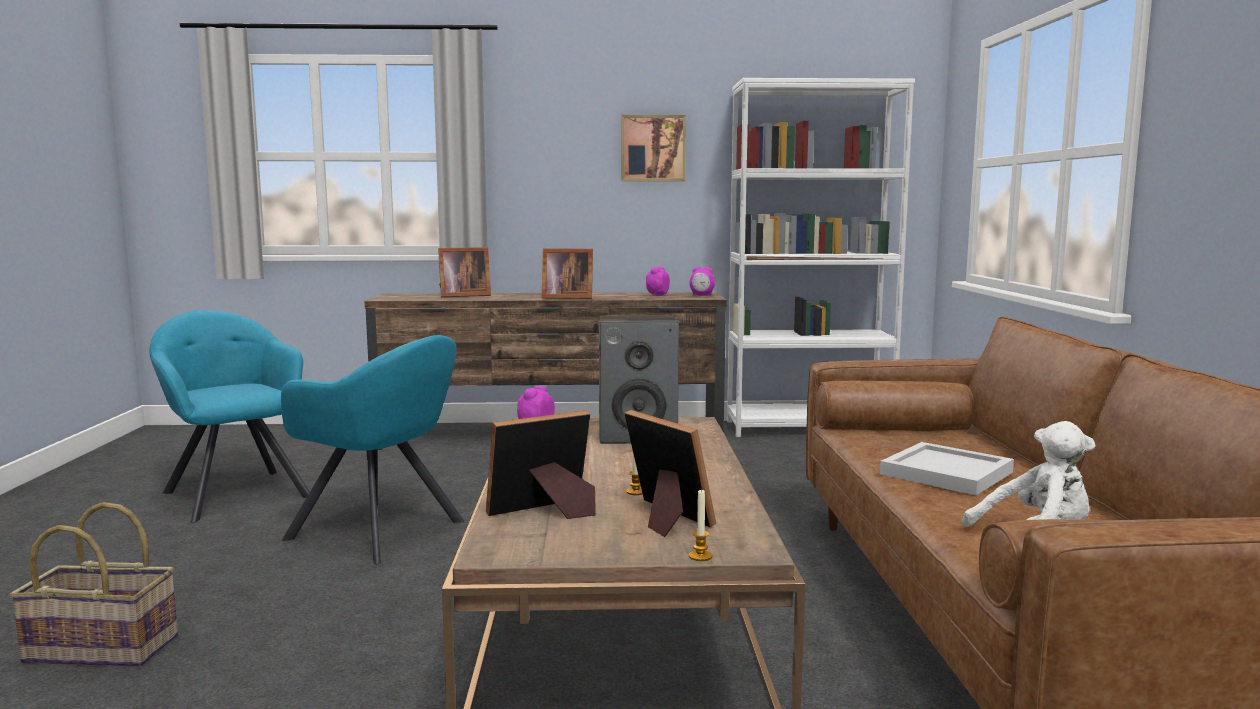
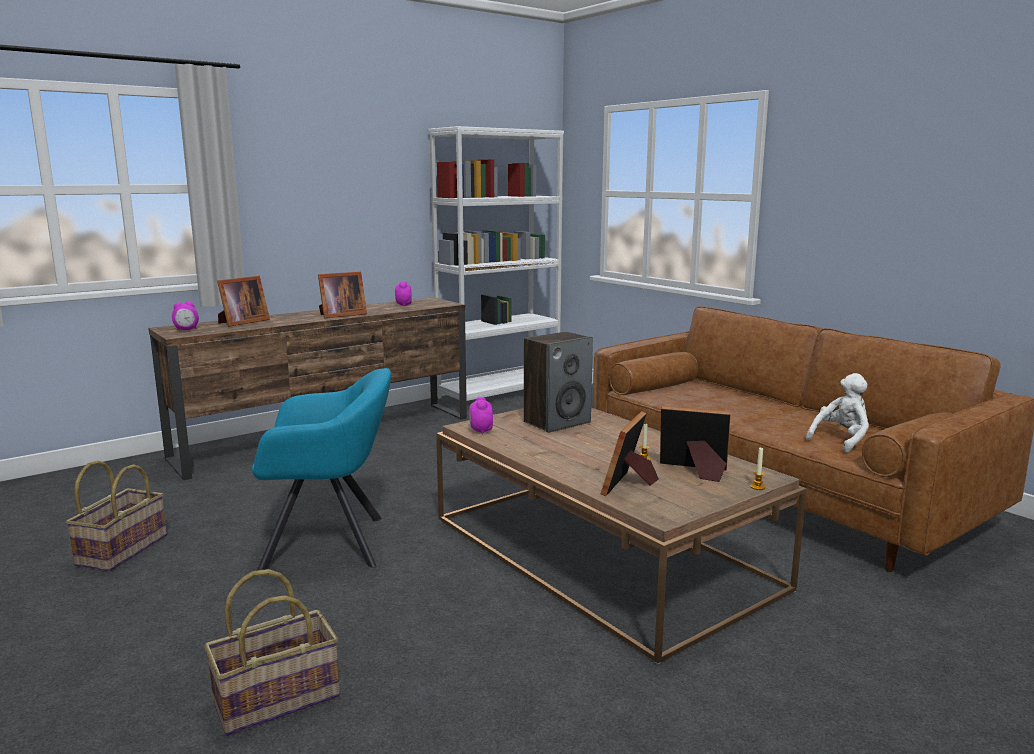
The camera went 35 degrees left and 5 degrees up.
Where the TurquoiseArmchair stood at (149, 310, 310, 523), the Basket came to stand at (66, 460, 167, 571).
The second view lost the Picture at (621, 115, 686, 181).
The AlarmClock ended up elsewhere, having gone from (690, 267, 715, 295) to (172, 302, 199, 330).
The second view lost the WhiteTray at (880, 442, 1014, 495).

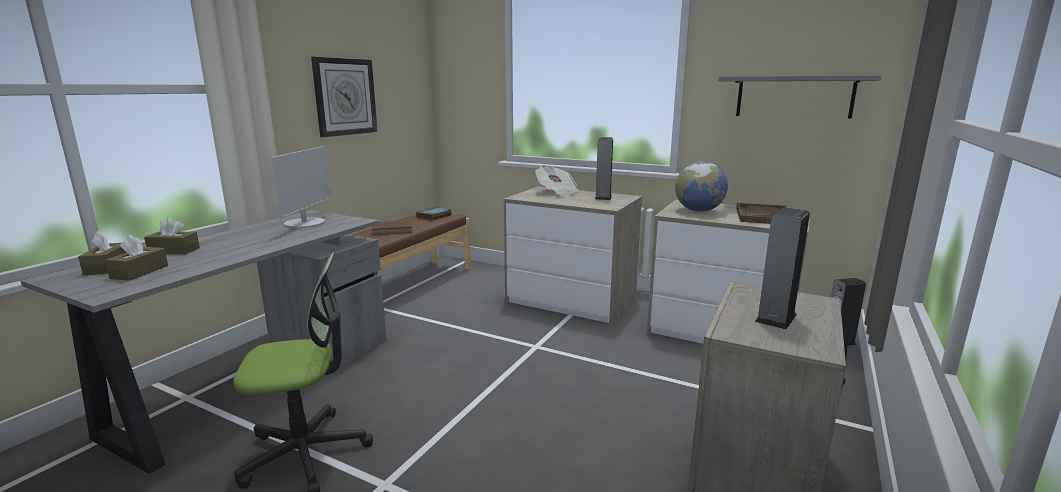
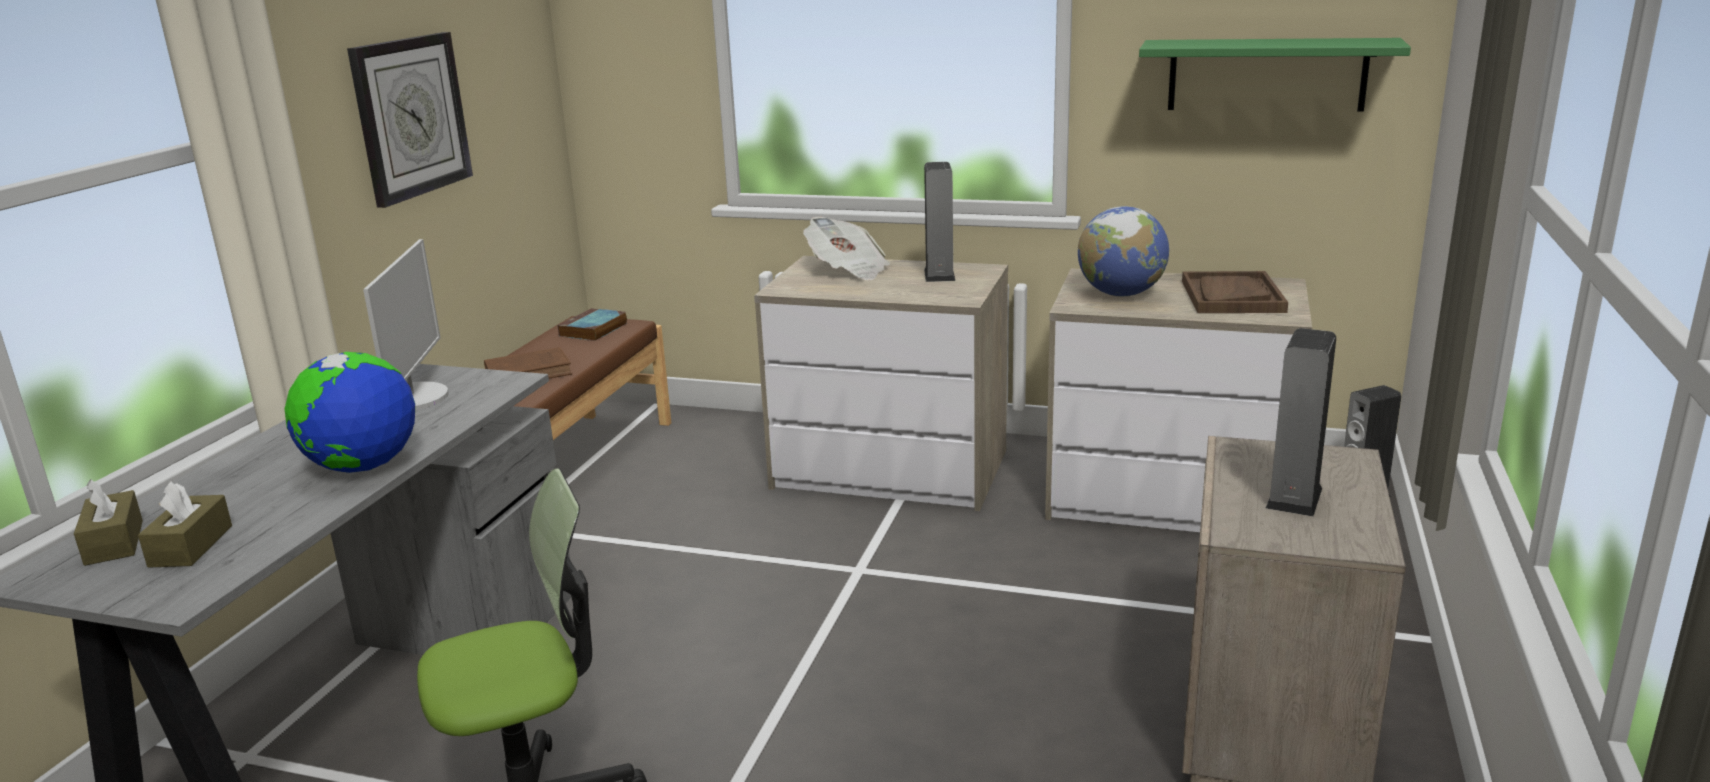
The camera went 10 degrees left and 5 degrees up.
The second view lost the BrownTissueBox at (144, 218, 200, 254).
What was the GreyShelf at (718, 75, 882, 119) turned into the GreenShelf at (1139, 38, 1411, 111).
The second view gained the Globe at (285, 352, 415, 473).

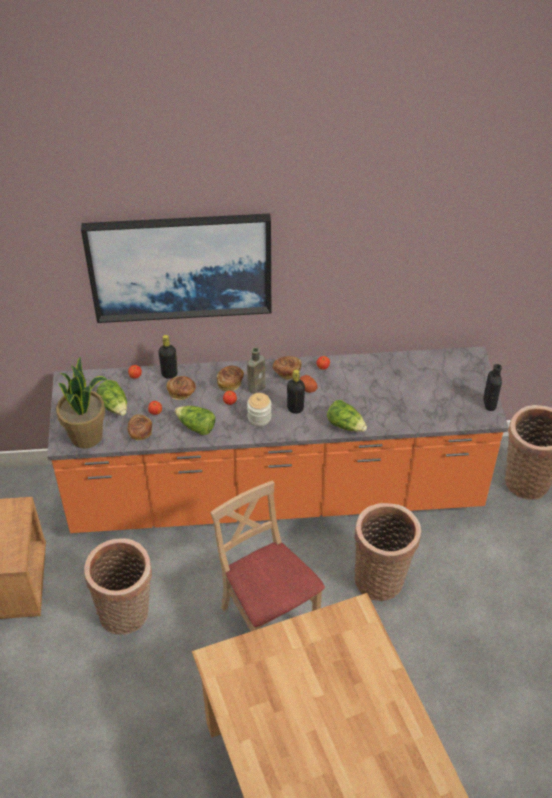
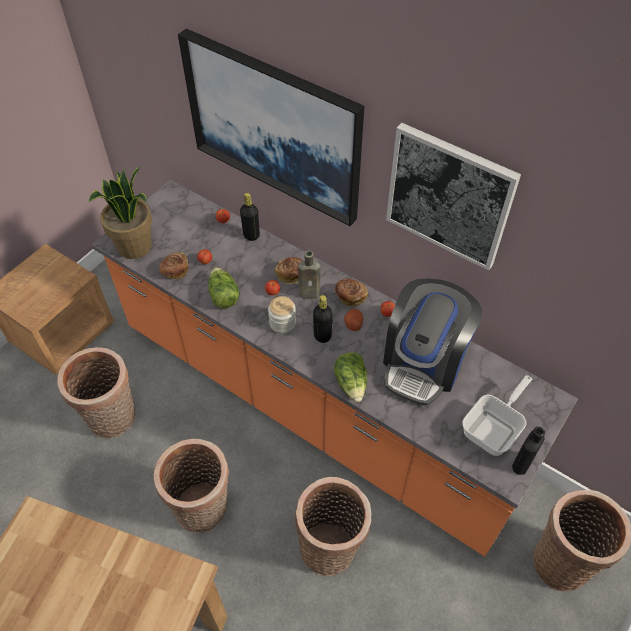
The camera went 40 degrees right and 5 degrees up.
The second view lost the Lettuce at (96, 380, 127, 416).
The second view lost the Bread at (166, 376, 196, 400).
Where the BeigeChair stood at (210, 481, 325, 631), the Basket came to stand at (154, 439, 229, 533).
The second view gained the CoffeeMachine at (383, 279, 482, 406).
The second view gained the Picture at (386, 123, 521, 271).
The second view gained the FryingPan at (462, 375, 532, 456).

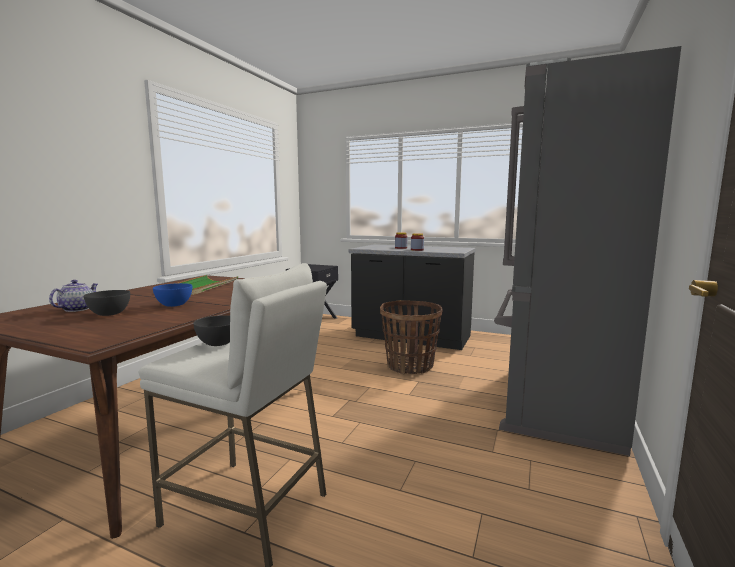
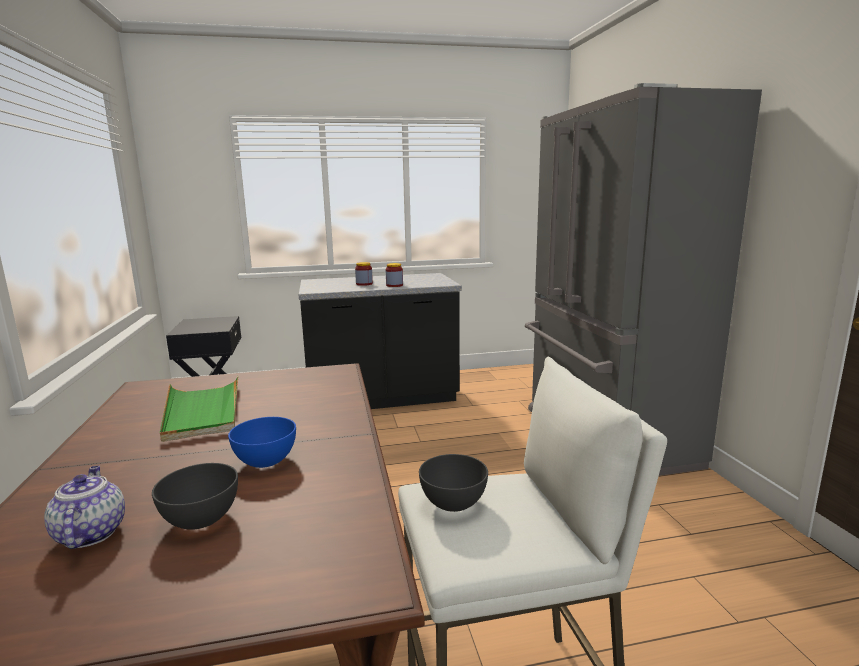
The camera went 35 degrees left and 5 degrees up.
The second view lost the Basket at (380, 300, 442, 375).

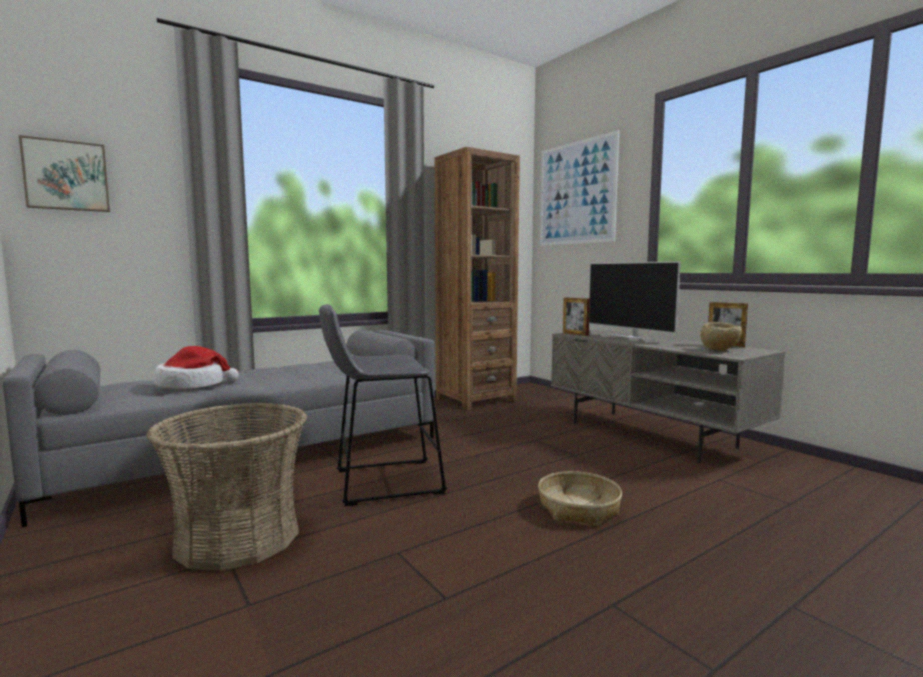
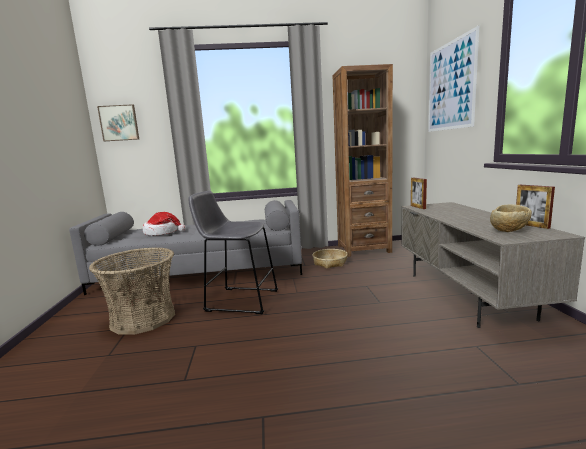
The camera went 30 degrees right and 5 degrees up.
The Basket ended up elsewhere, having gone from (538, 471, 622, 526) to (312, 249, 348, 268).
The second view lost the Television at (589, 261, 681, 341).

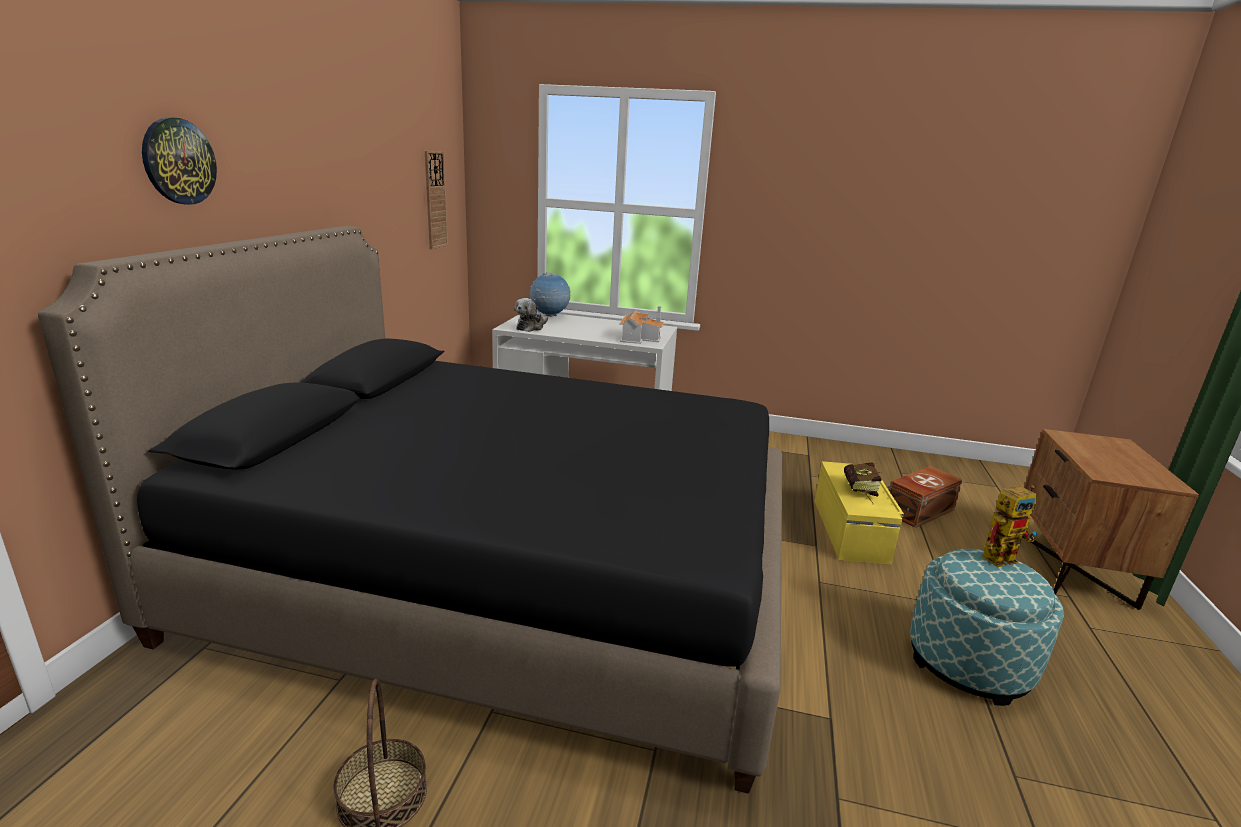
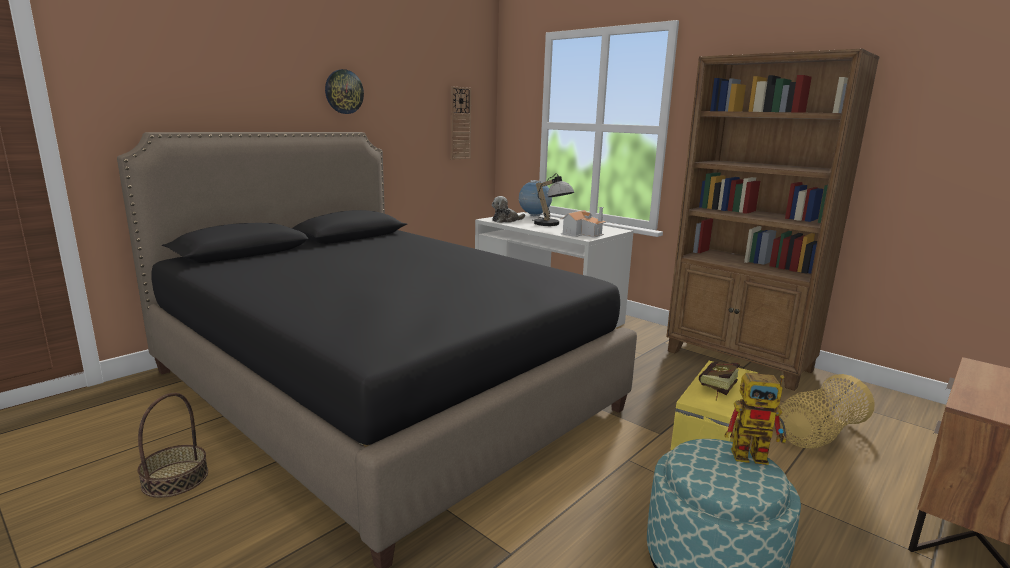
The camera went 30 degrees right and 5 degrees down.
The WallClock ended up elsewhere, having gone from (142, 117, 217, 205) to (325, 69, 364, 114).
Where the BrownStorageBox stood at (889, 466, 963, 528), the Basket came to stand at (780, 374, 875, 449).
The second view gained the TableLamp at (533, 173, 574, 226).
The second view gained the BrownBookcase at (666, 49, 879, 391).

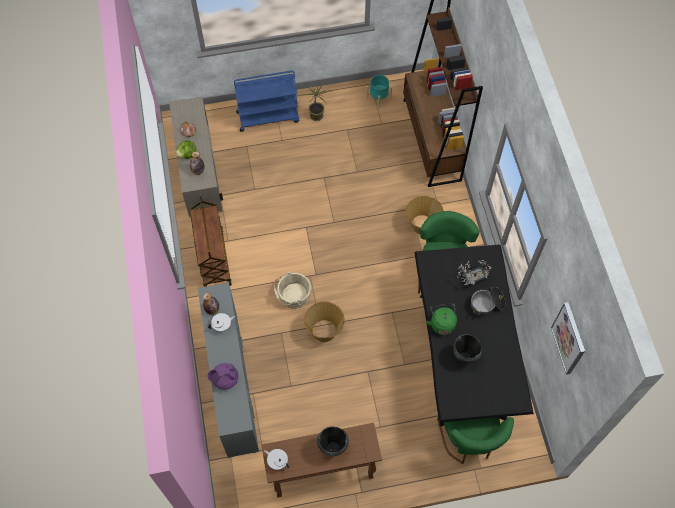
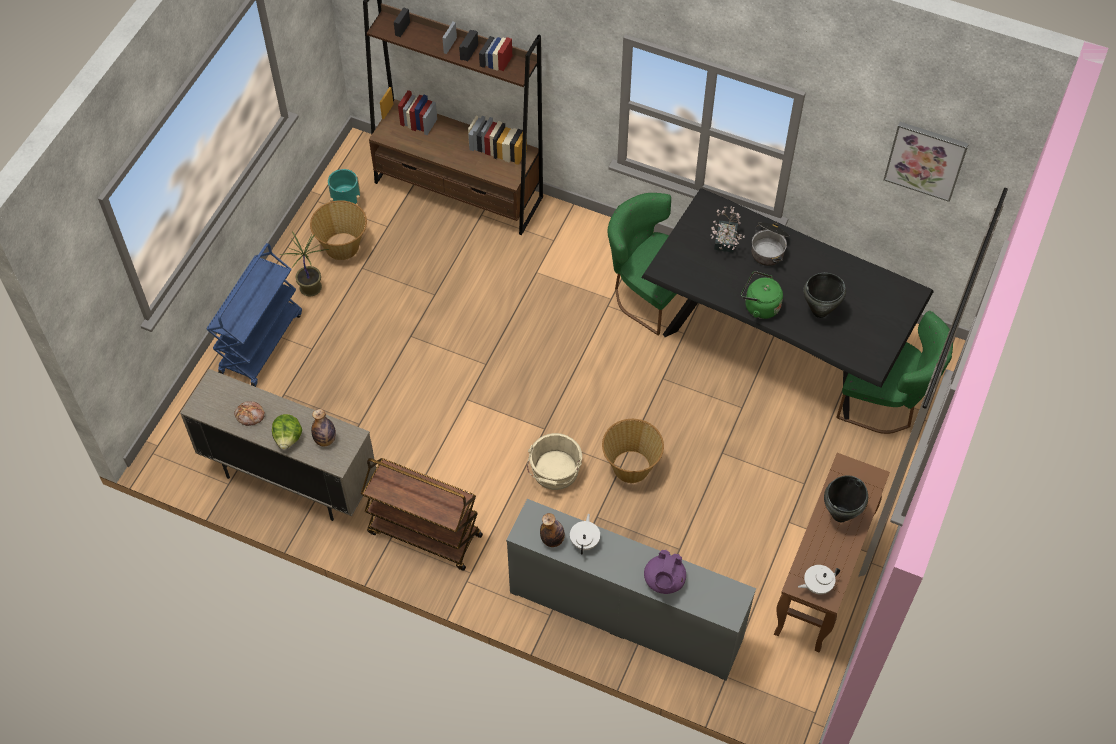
The camera went 55 degrees left and 5 degrees down.
The Basket ended up elsewhere, having gone from (406, 196, 444, 234) to (310, 200, 367, 260).

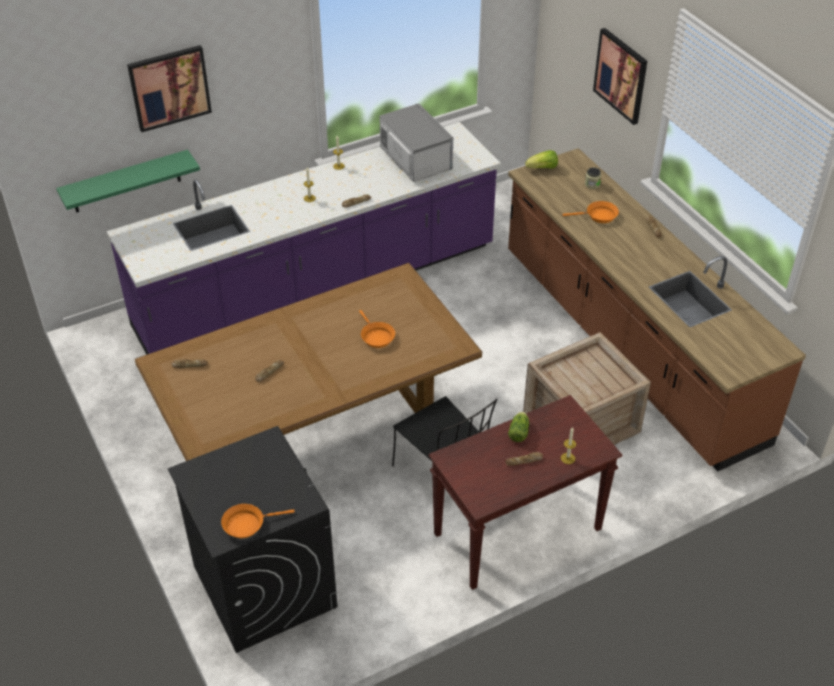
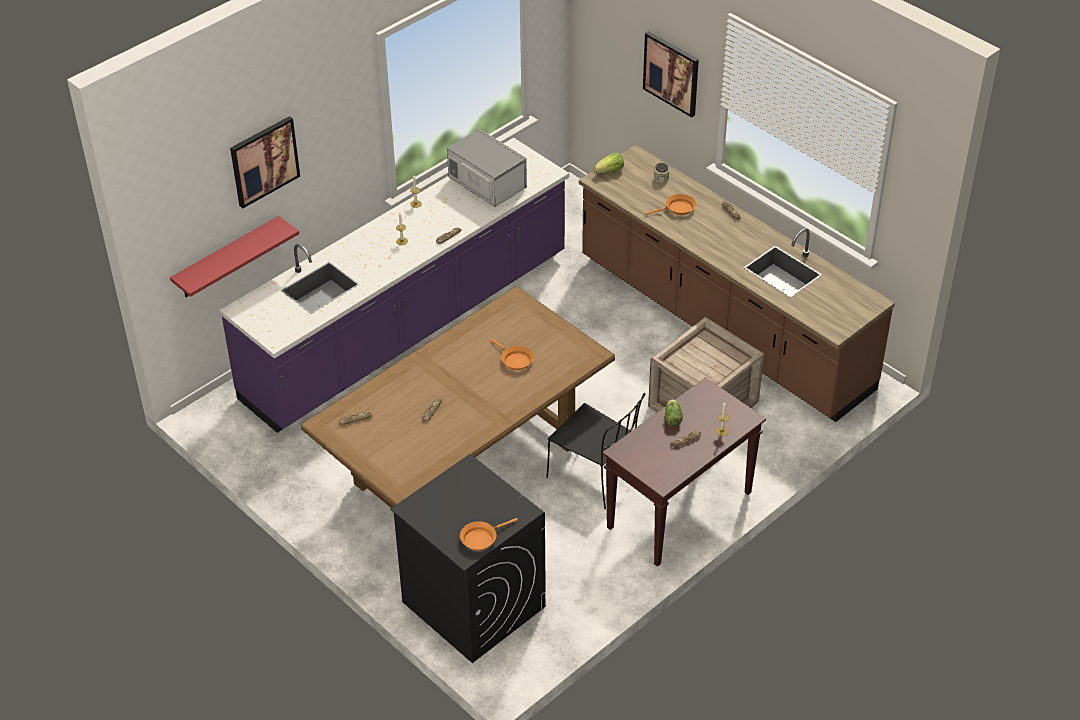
The camera went 15 degrees left and 0 degrees up.
What was the GreenShelf at (56, 150, 200, 213) turned into the RedShelf at (170, 216, 299, 297).

